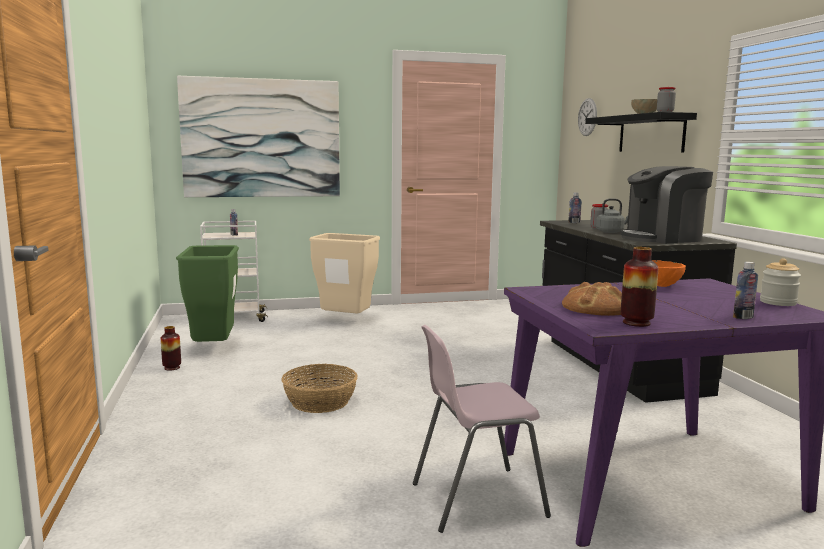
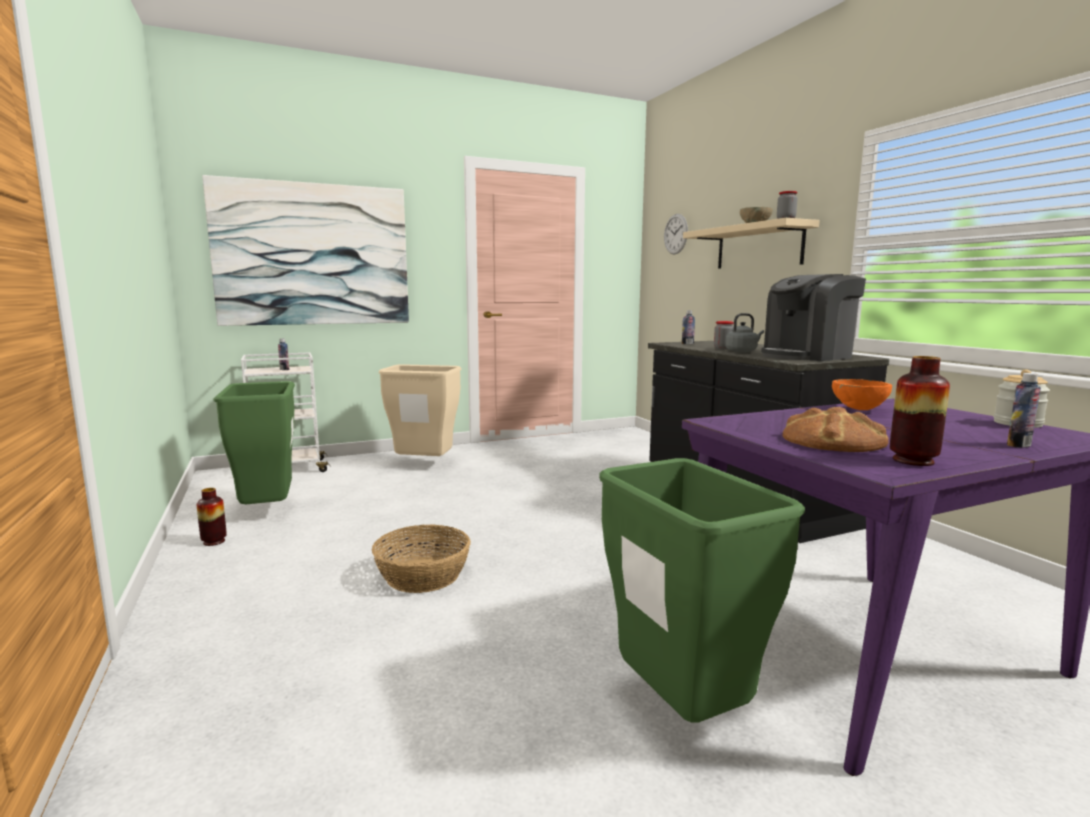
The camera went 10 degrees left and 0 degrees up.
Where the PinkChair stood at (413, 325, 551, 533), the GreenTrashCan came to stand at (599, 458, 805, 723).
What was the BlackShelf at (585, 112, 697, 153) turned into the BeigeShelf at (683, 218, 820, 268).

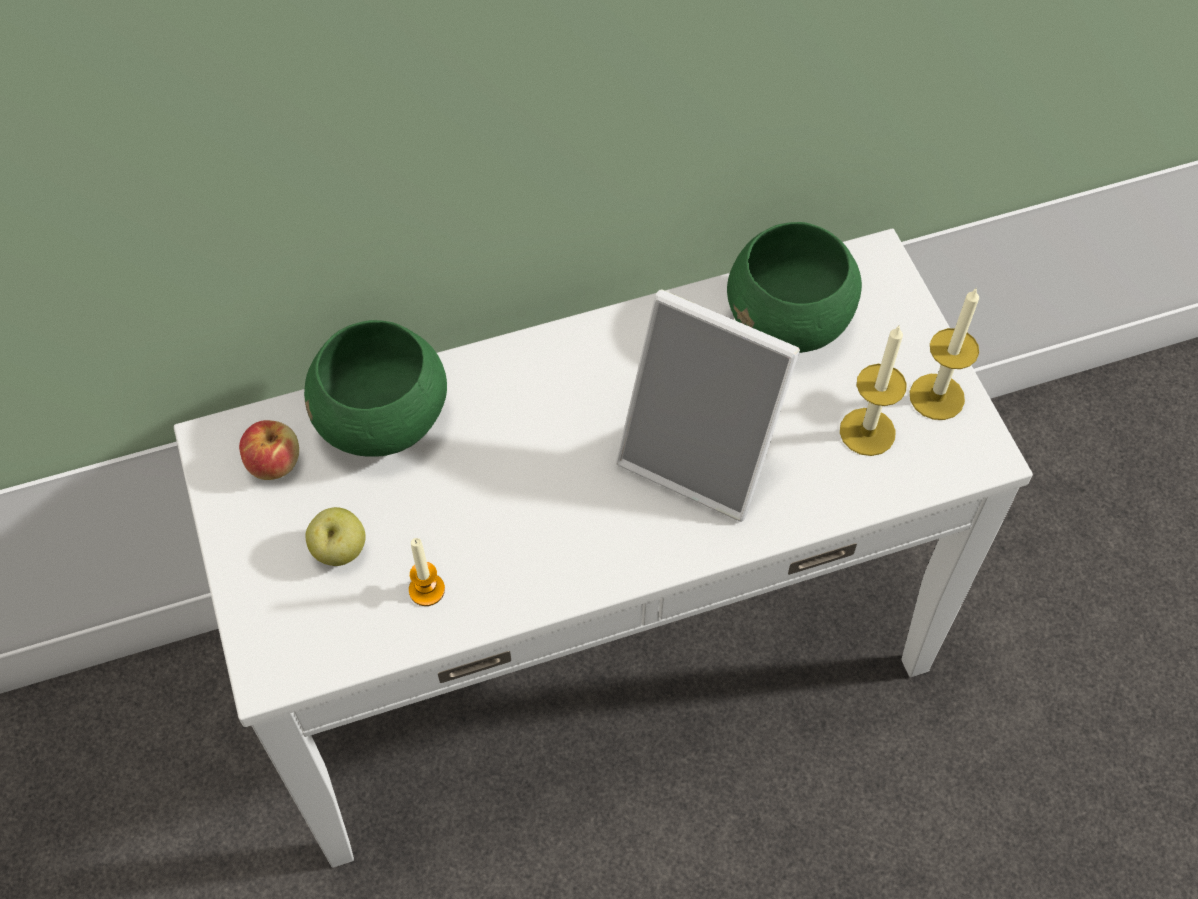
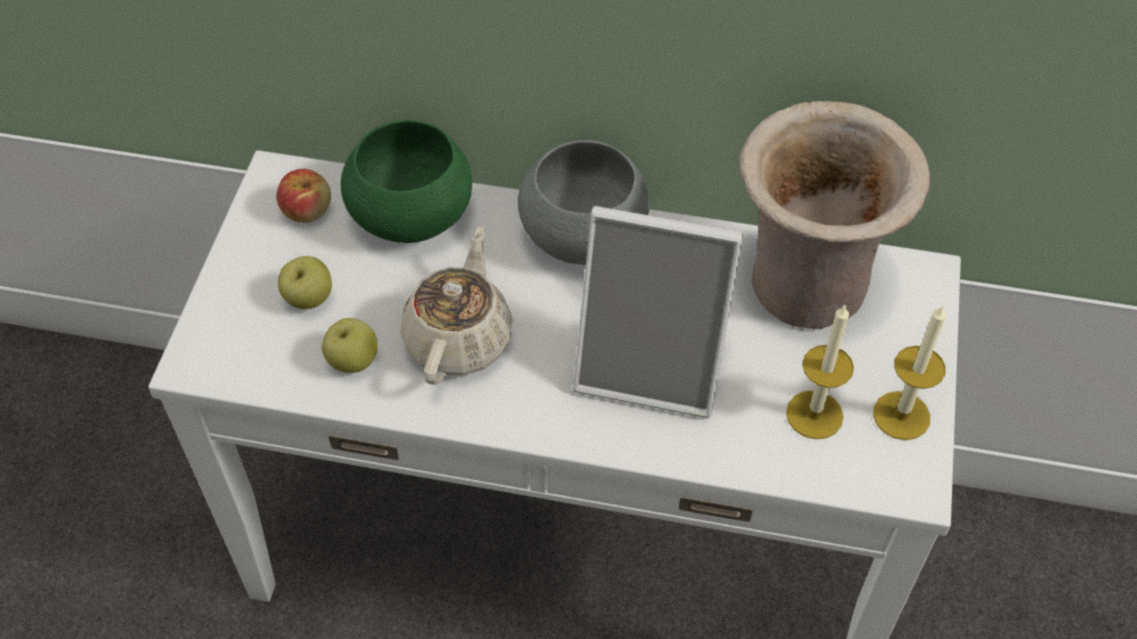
The camera went 30 degrees right and 5 degrees down.
Where the Candle stood at (409, 538, 445, 606), the Apple came to stand at (322, 318, 378, 373).
The PictureFrame at (616, 290, 800, 522) ended up facing another way, 45 degrees counterclockwise from before.
Where the GreenBowl stood at (727, 222, 862, 353), the BeigeVase came to stand at (739, 101, 930, 329).
The second view gained the BeigeTeapot at (400, 226, 513, 385).
The second view gained the GreyBowl at (518, 140, 649, 264).

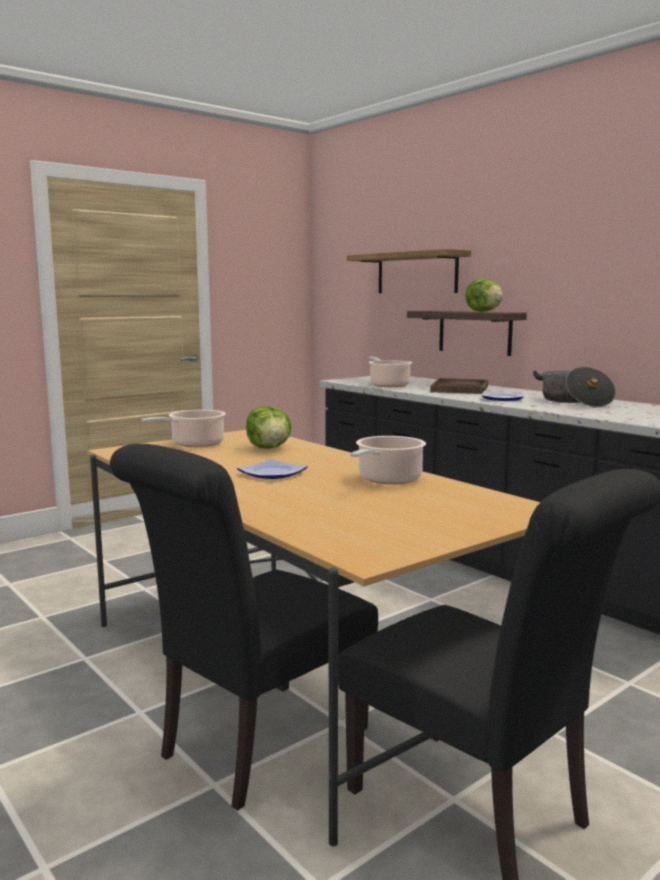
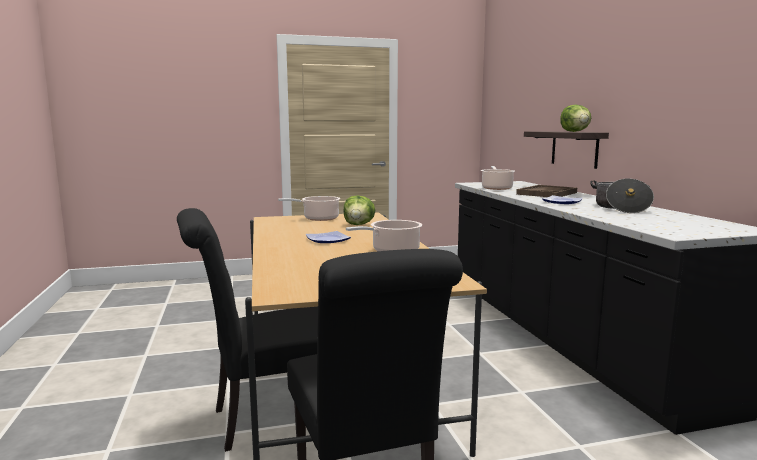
The camera went 25 degrees right and 0 degrees up.
The second view lost the Shelf at (347, 249, 471, 293).

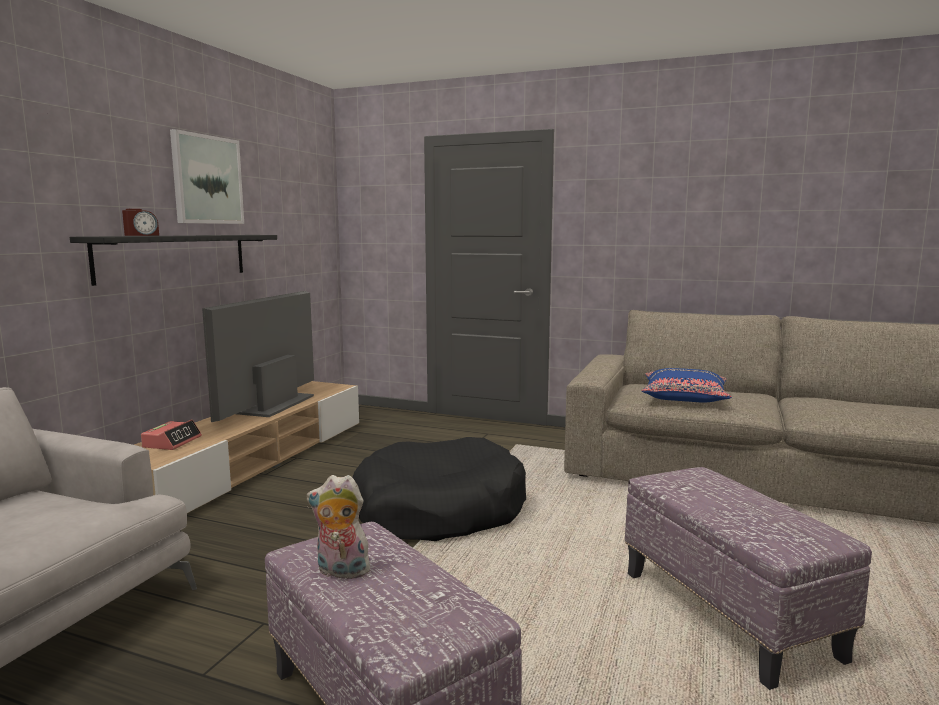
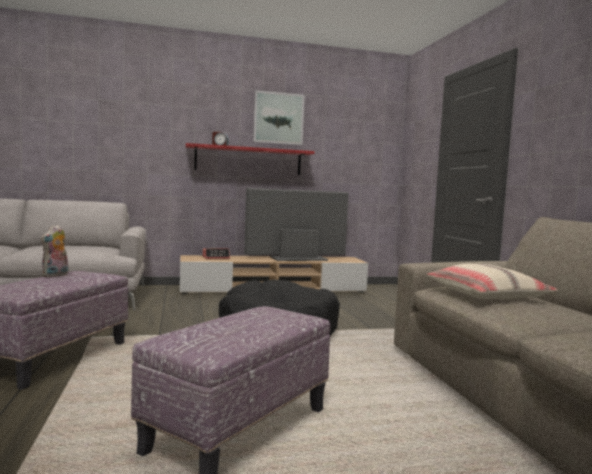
The camera went 55 degrees right and 5 degrees down.
What was the BlackShelf at (70, 235, 277, 286) turned into the RedShelf at (186, 143, 315, 175).
The PlushToy at (307, 475, 373, 579) ended up facing another way, 135 degrees counterclockwise from before.
What was the BluePillow at (642, 368, 732, 403) turned into the BeigePillow at (427, 264, 558, 299).

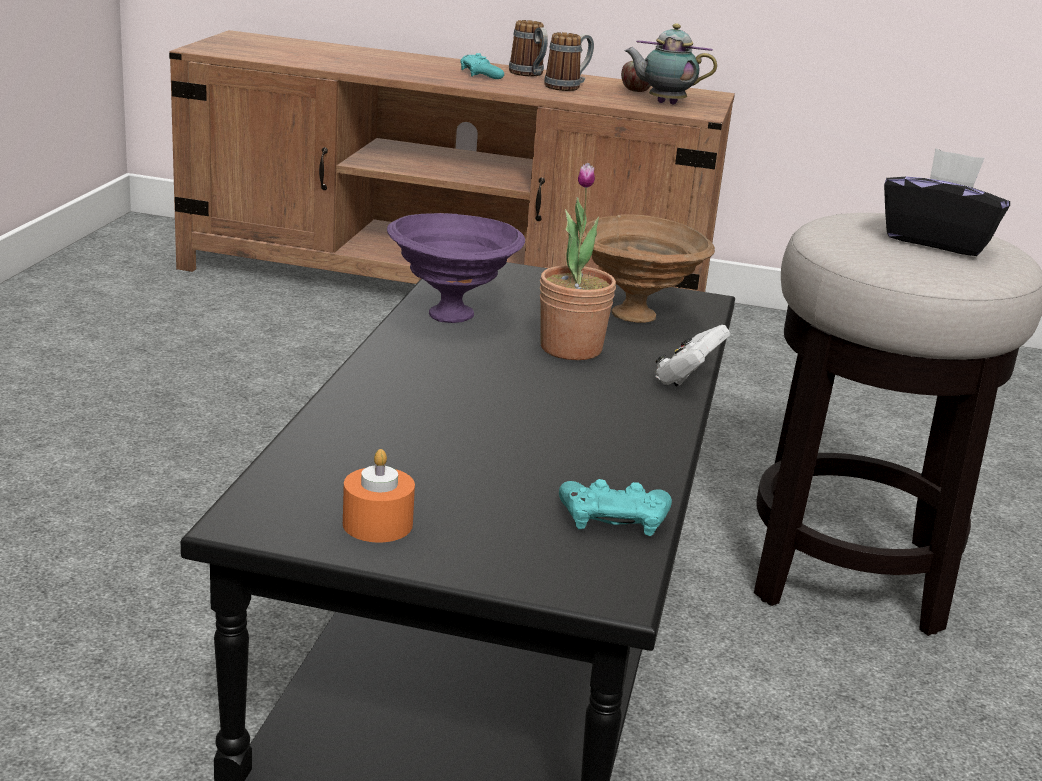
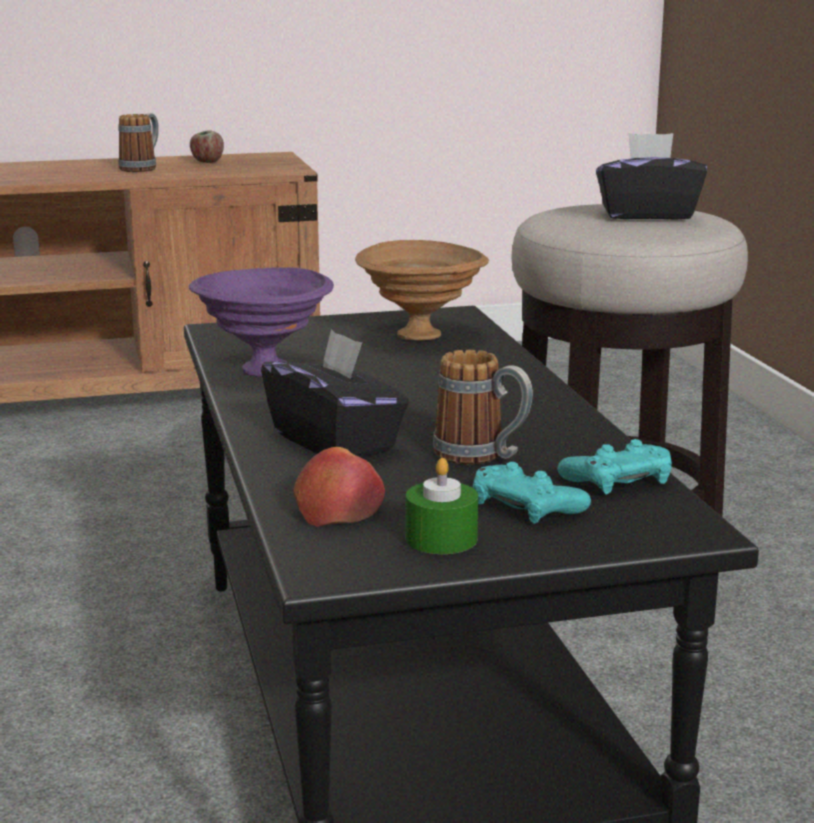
The camera went 25 degrees left and 5 degrees down.
What was the OrangeCandle at (343, 449, 415, 543) turned into the GreenCandle at (406, 458, 478, 554).
The TurquoiseGameController ended up elsewhere, having gone from (460, 53, 504, 79) to (473, 462, 591, 524).
The Mug ended up elsewhere, having gone from (509, 20, 548, 76) to (433, 350, 533, 465).
The second view lost the PottedPlant at (540, 163, 616, 360).
The second view lost the Teapot at (625, 23, 717, 104).
The second view lost the WhiteGameController at (656, 325, 730, 386).
The second view gained the BlackTissueBox at (261, 329, 409, 458).
The second view gained the Apple at (293, 447, 385, 527).

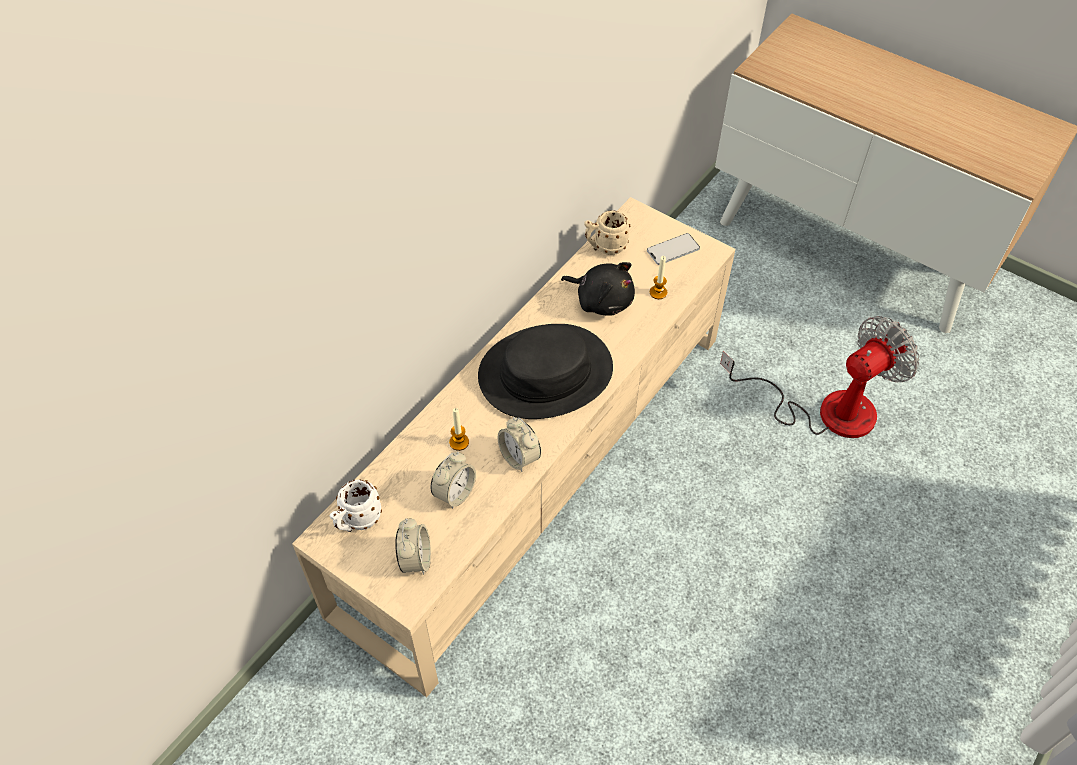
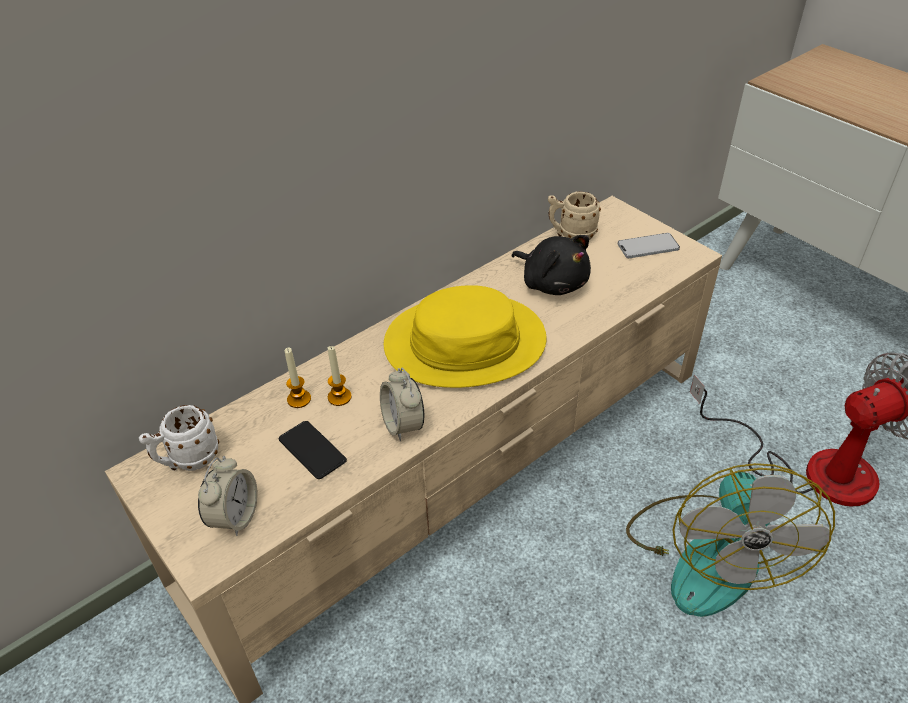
The camera went 15 degrees right and 10 degrees down.
Where the AlarmClock stood at (431, 452, 476, 509), the Phone came to stand at (279, 421, 347, 479).
What was the BlackHat at (478, 324, 613, 419) turned into the YellowHat at (384, 285, 546, 388).
The Candle ended up elsewhere, having gone from (650, 256, 667, 299) to (285, 347, 311, 408).
The second view gained the Fan at (626, 463, 835, 617).

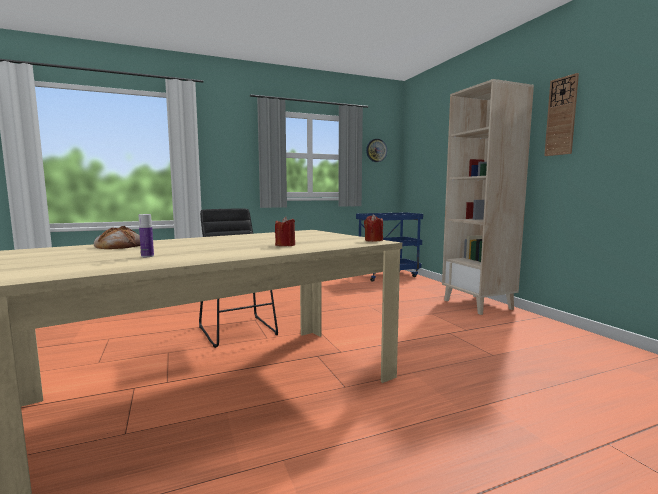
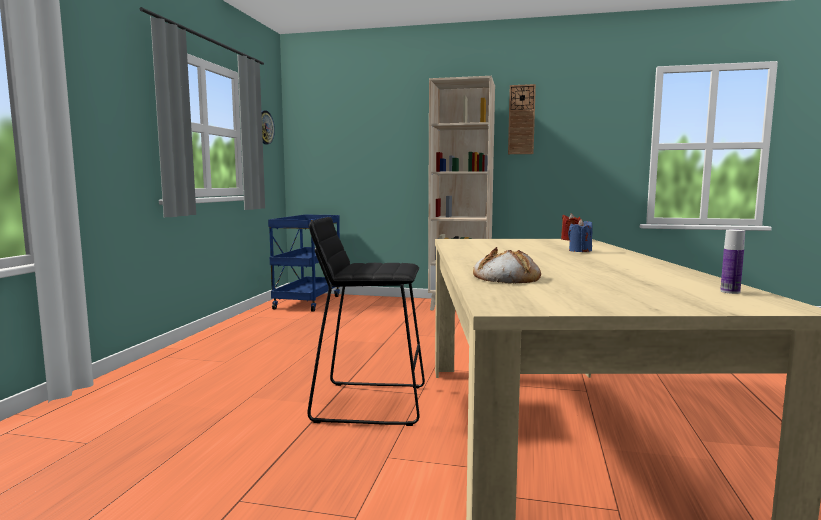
The camera went 55 degrees left and 0 degrees up.
The Bottle ended up elsewhere, having gone from (139, 214, 154, 257) to (720, 230, 745, 294).
What was the RedCandle at (275, 217, 295, 246) turned into the BlueCandle at (568, 219, 592, 252).

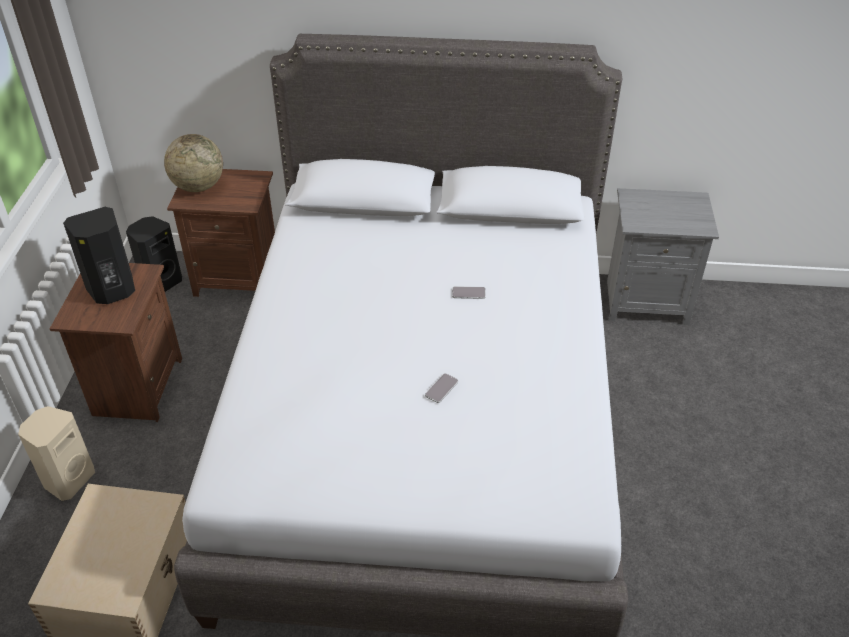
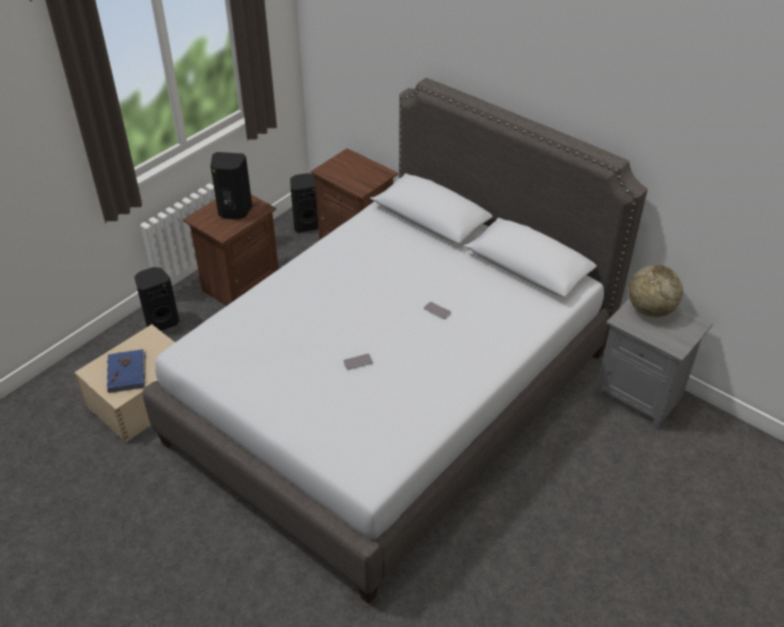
The camera went 35 degrees right and 0 degrees up.
What was the BeigeSpeaker at (18, 406, 95, 501) turned into the BlackSpeaker at (134, 267, 179, 331).
The Globe ended up elsewhere, having gone from (164, 134, 223, 192) to (629, 265, 683, 317).
The second view gained the BlueBook at (107, 349, 146, 393).

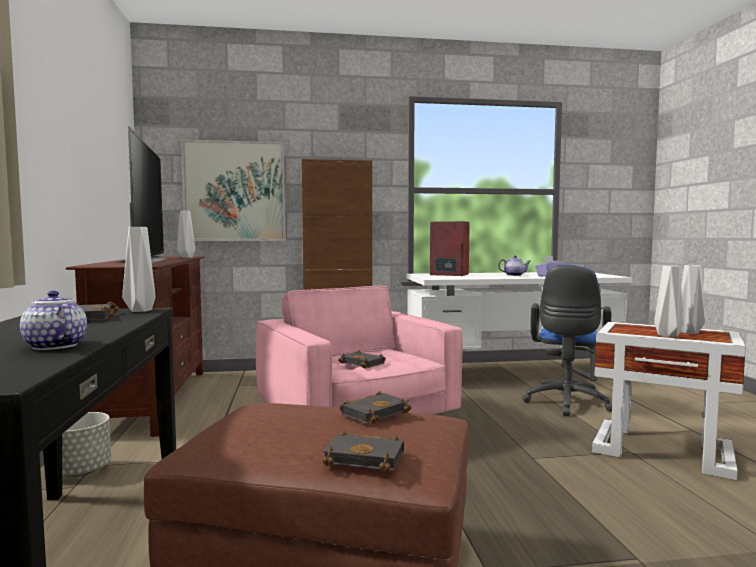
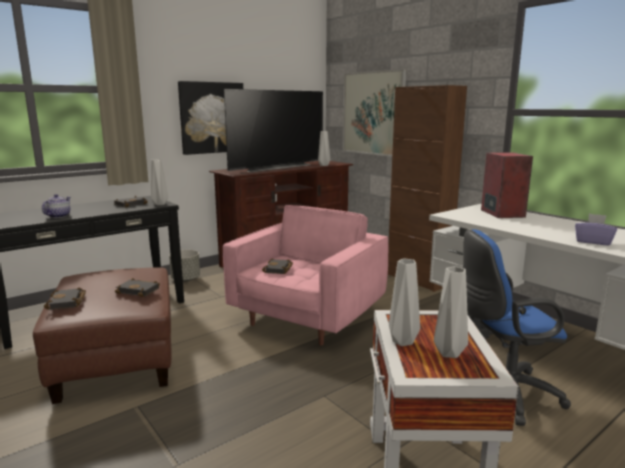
The camera went 60 degrees right and 10 degrees up.
The second view lost the Teapot at (498, 255, 530, 276).
The second view gained the Picture at (178, 81, 243, 155).

